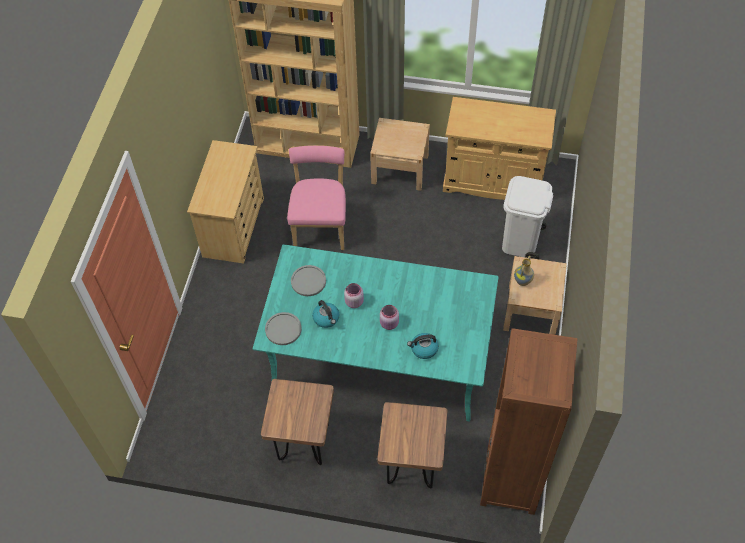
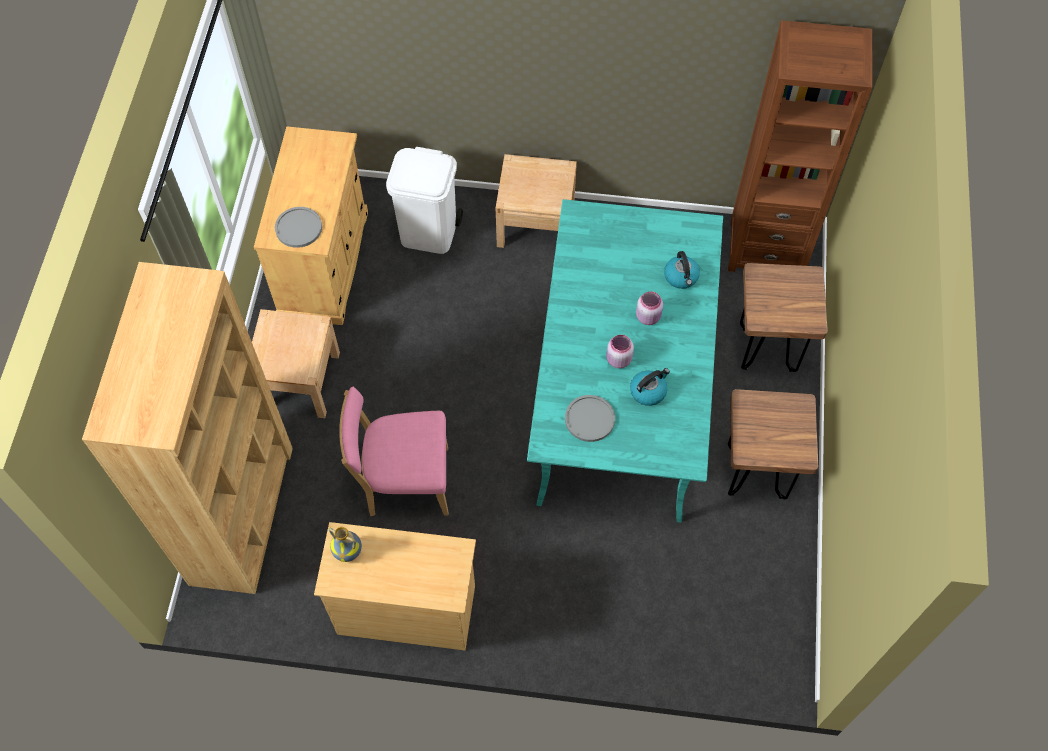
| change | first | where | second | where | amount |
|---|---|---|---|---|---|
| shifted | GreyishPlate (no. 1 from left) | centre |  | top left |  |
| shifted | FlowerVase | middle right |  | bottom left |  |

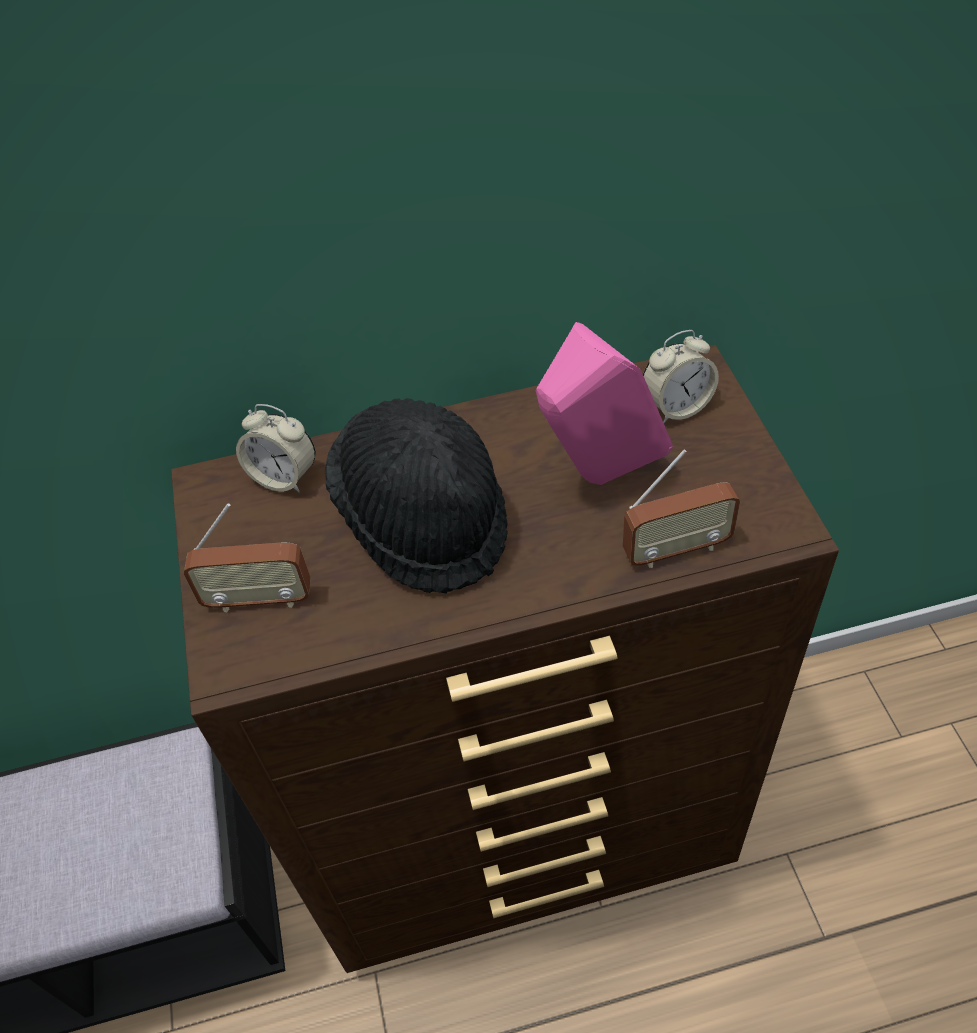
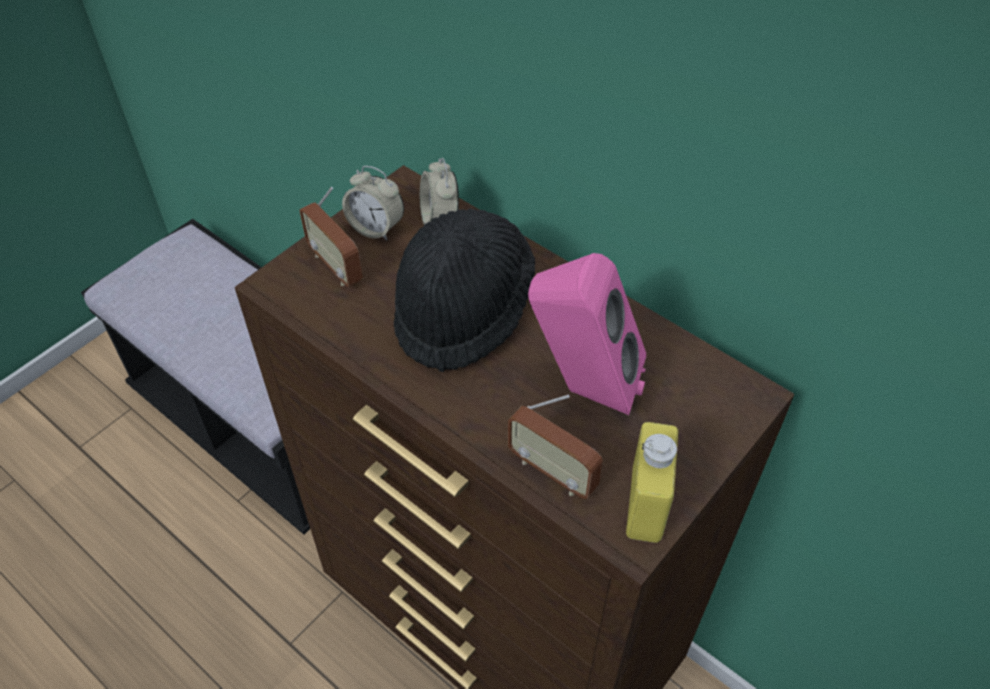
| change | first | where | second | where | amount |
|---|---|---|---|---|---|
| new |  |  | YellowColouredBottle | bottom centre |  |
| shifted | AlarmClock (no. 2 from left in the first image) | middle right | AlarmClock (no. 1 from left) | top centre |  |

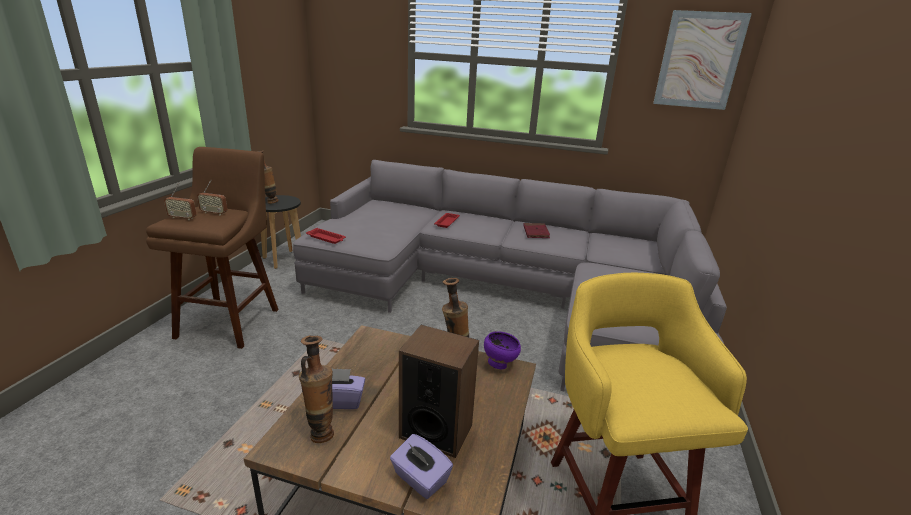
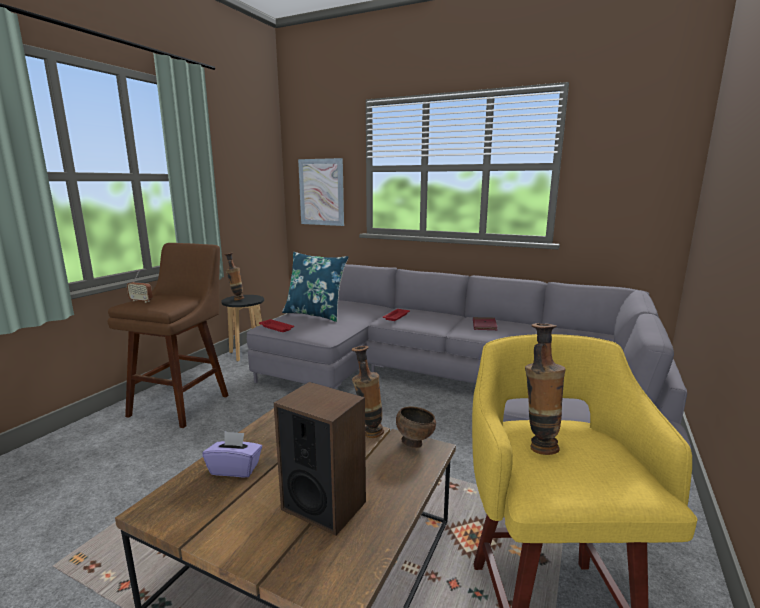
| change | first | where | second | where | amount |
|---|---|---|---|---|---|
| gone | RadioReceiver (no. 2 from left) | middle left |  |  |  |
| gone | PurplishBoxOfTissues (no. 2 from left) | bottom centre |  |  |  |
| new |  |  | BlueColouredThrowPillow | centre |  |
| shifted | FlowerVase (no. 2 from left in the first image) | bottom centre | FlowerVase (no. 3 from left) | middle right |  |
| shifted | Picture | top right |  | top centre |  |
| repainted | PurplishDeepDish | bottom centre | BrownDeepDish | bottom centre |  |

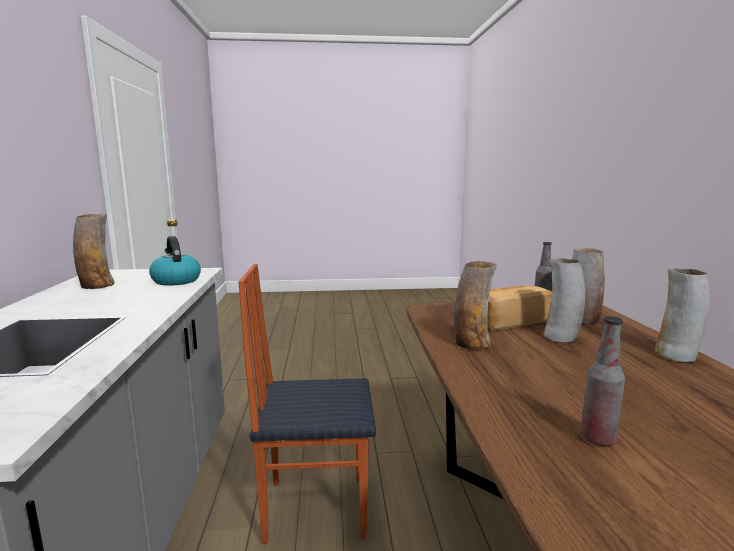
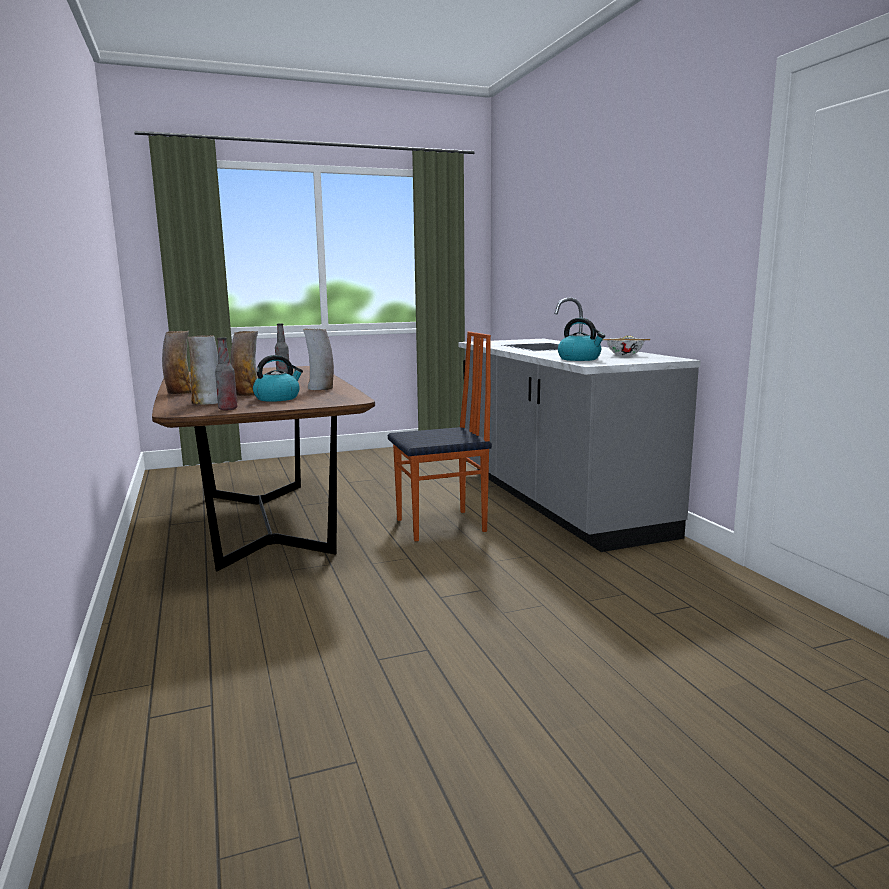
| change | first | where | second | where | amount |
|---|---|---|---|---|---|
| swapped | FlowerVase (no. 1 from left) | middle left | DeepDish | middle right |  |
| swapped | BakeryBread | middle right | TeaKettle (no. 1 from left) | middle left |  |

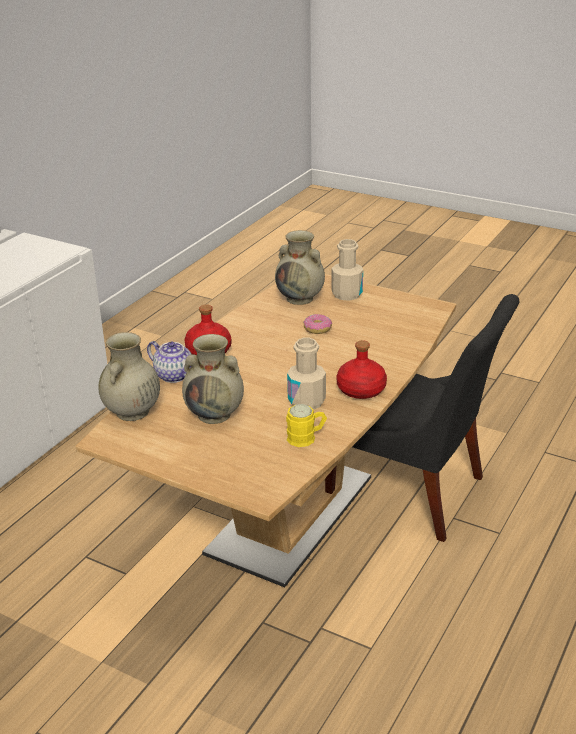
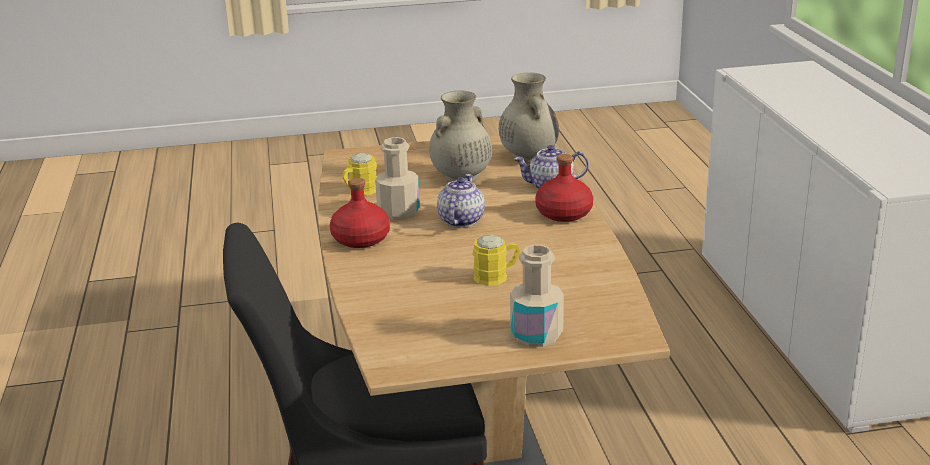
| change | first | where | second | where | amount |
|---|---|---|---|---|---|
| gone | BeigeFlowerVase (no. 3 from left) | centre |  |  |  |
| new |  |  | Teapot (no. 1 from left) | centre |  |
| swapped | Doughnut | centre | YellowColouredMug (no. 2 from left) | centre |  |

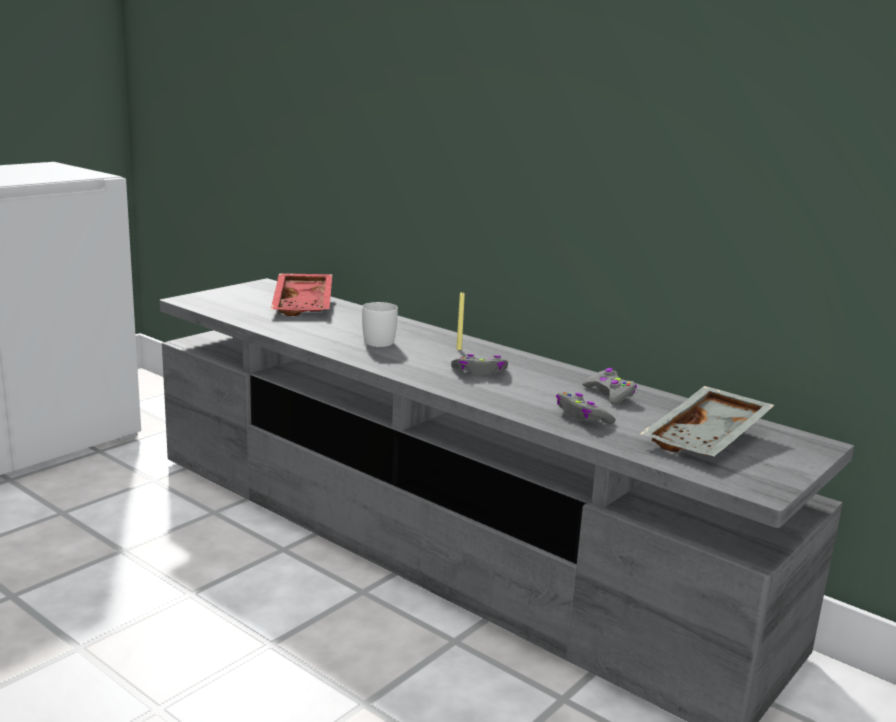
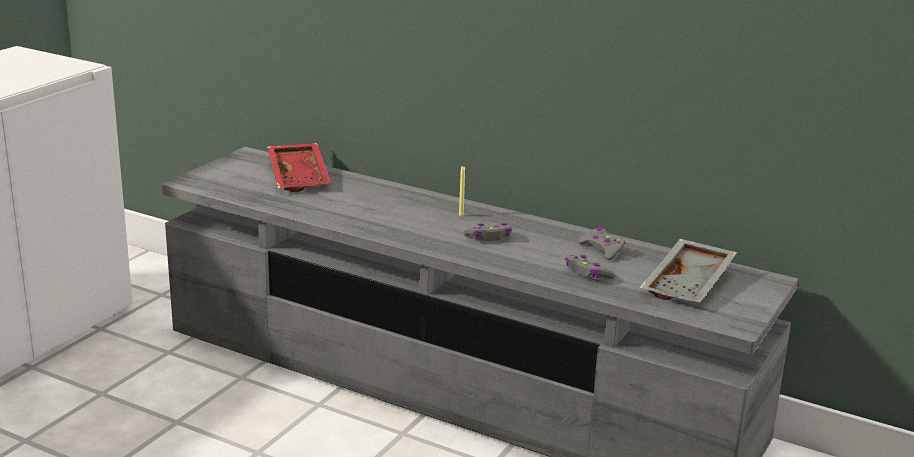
| change | first | where | second | where | amount |
|---|---|---|---|---|---|
| gone | WhiteMug | centre |  |  |  |

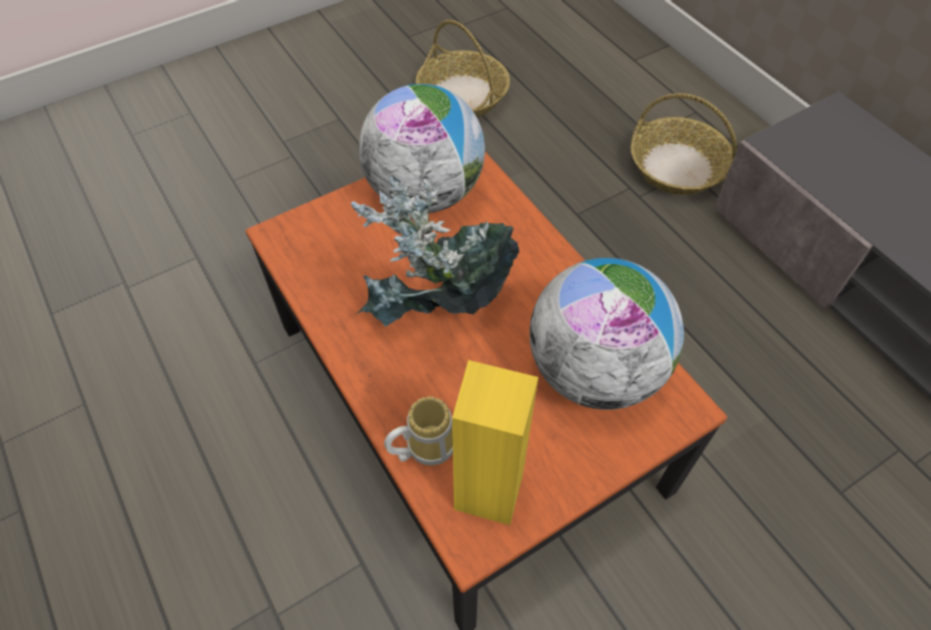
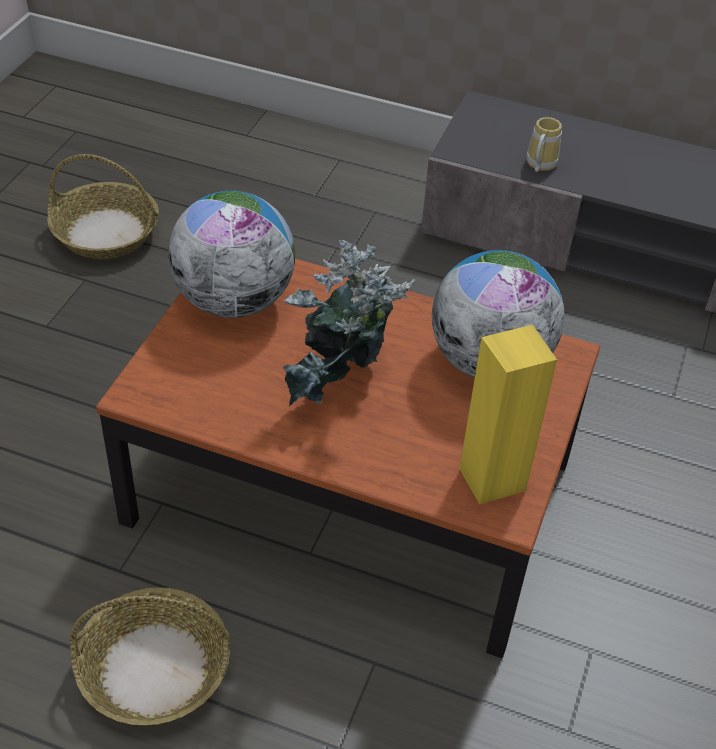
| change | first | where | second | where | amount |
|---|---|---|---|---|---|
| shifted | Mug | bottom centre |  | top right |  |
| shifted | HouseholdBasket (no. 2 from left) | top right |  | bottom left |  |

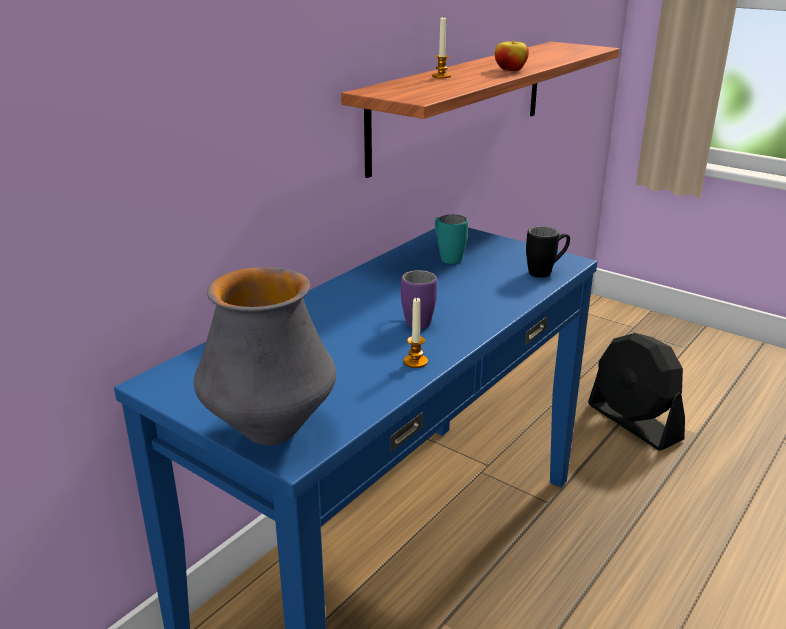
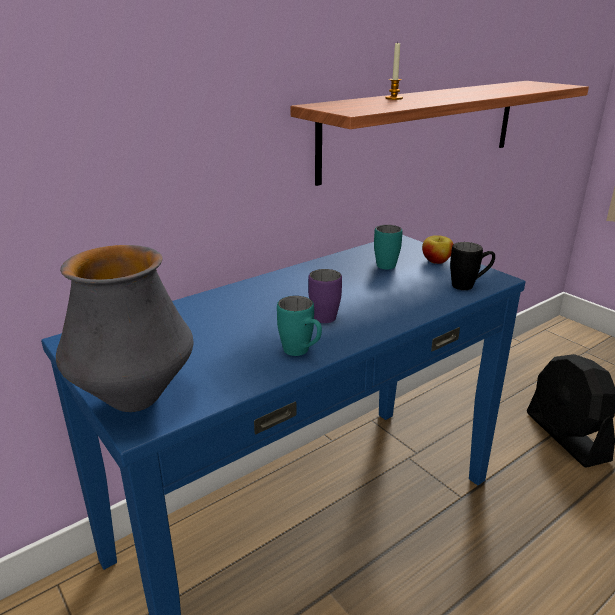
| change | first | where | second | where | amount |
|---|---|---|---|---|---|
| shifted | AppleFruit | top centre |  | middle right |  |
| swapped | WaxLight (no. 1 from left) | centre | BlueGreenMug (no. 1 from left) | centre |  |

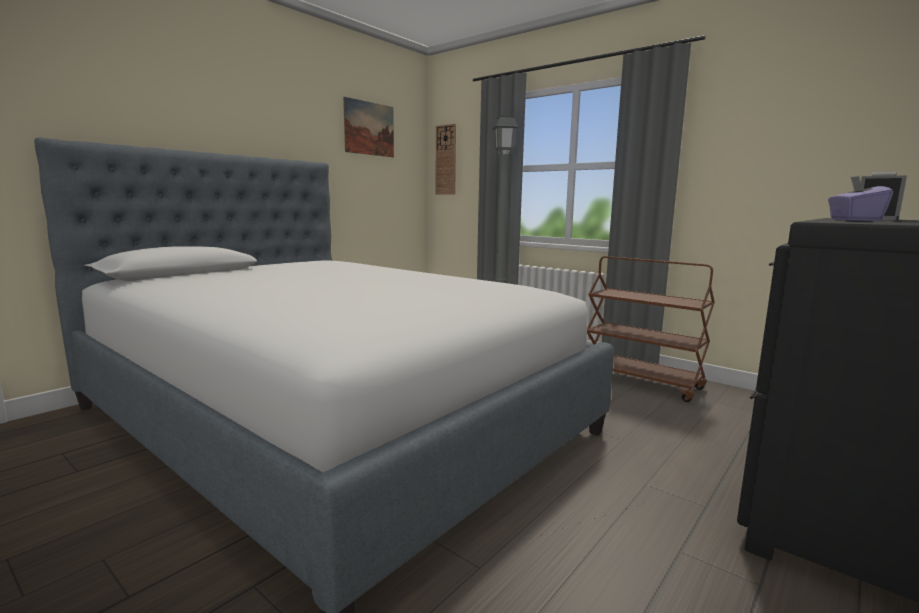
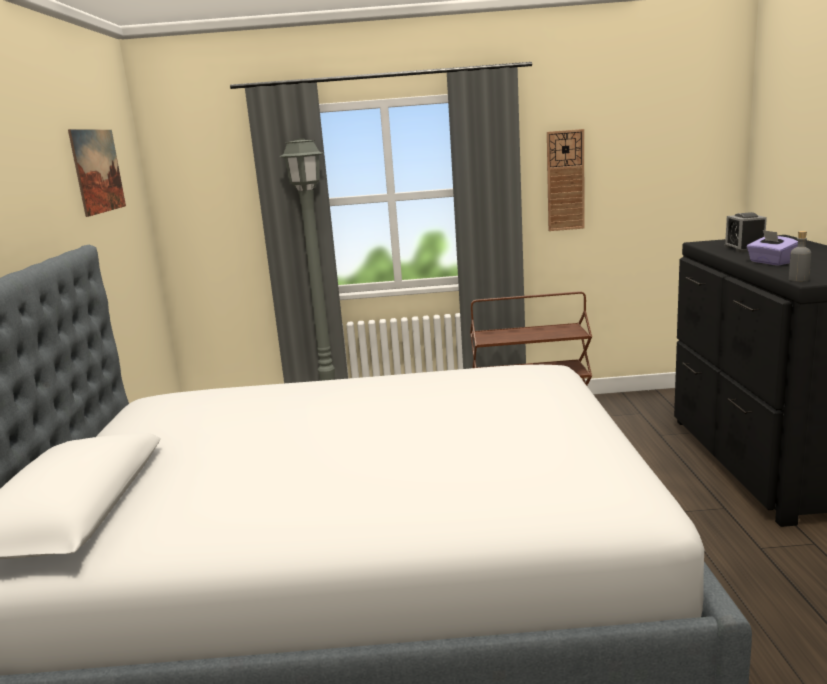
| change | first | where | second | where | amount |
|---|---|---|---|---|---|
| new |  |  | GreyishBottle | middle right |  |
| shifted | ClockOnTheWall | top centre |  | top right |  |

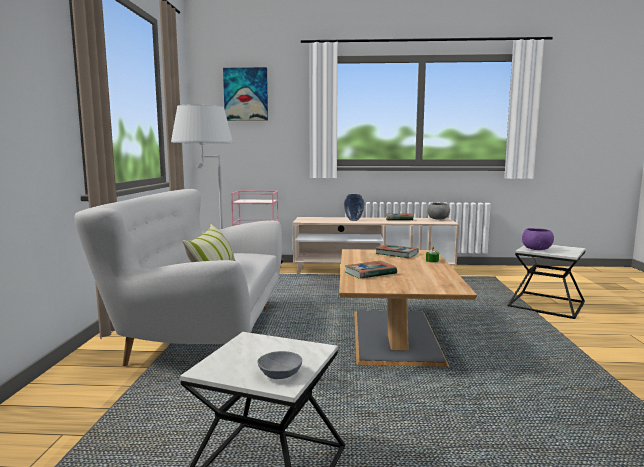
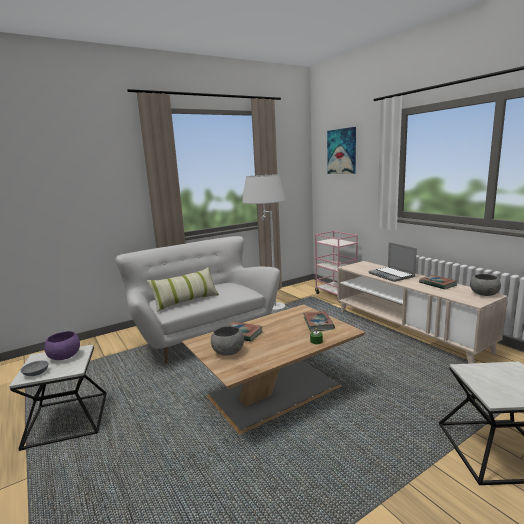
| change | first | where | second | where | amount |
|---|---|---|---|---|---|
| new |  |  | GreyishDeepDish (no. 2 from left) | centre |  |
| shifted | PurplishDeepDish | middle right |  | middle left |  |
| swapped | FlowerVase | centre | Laptop | middle right |  |

